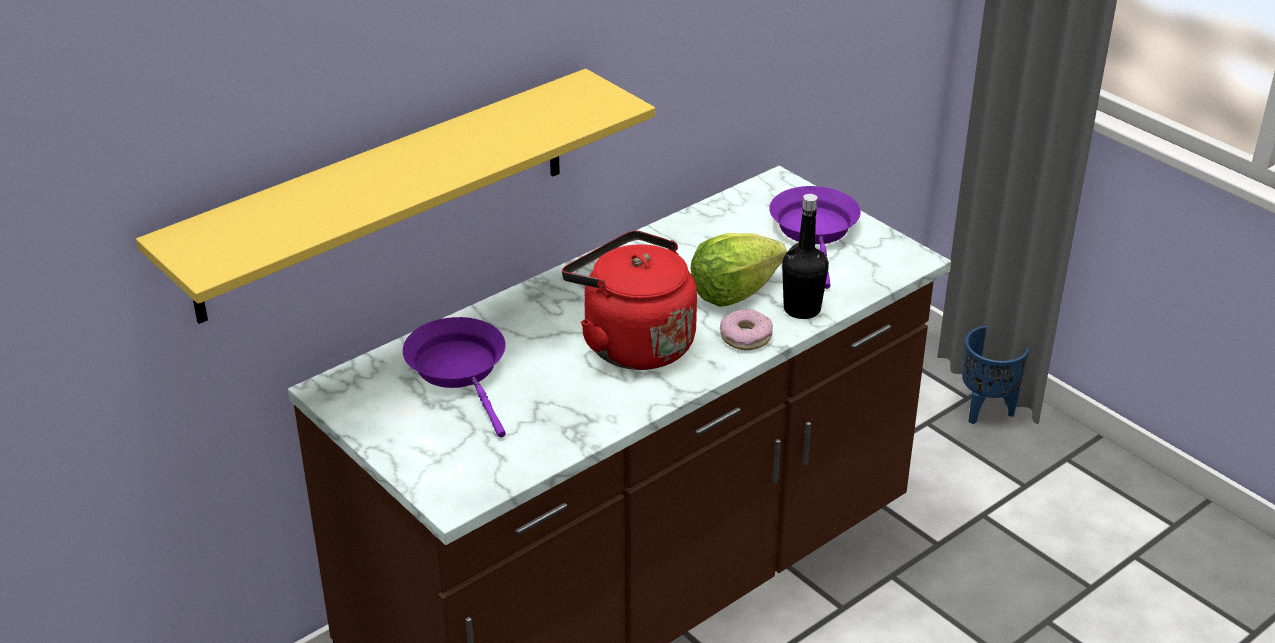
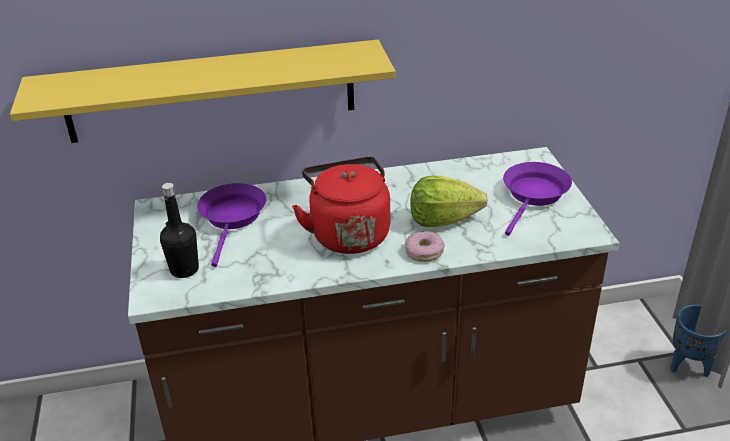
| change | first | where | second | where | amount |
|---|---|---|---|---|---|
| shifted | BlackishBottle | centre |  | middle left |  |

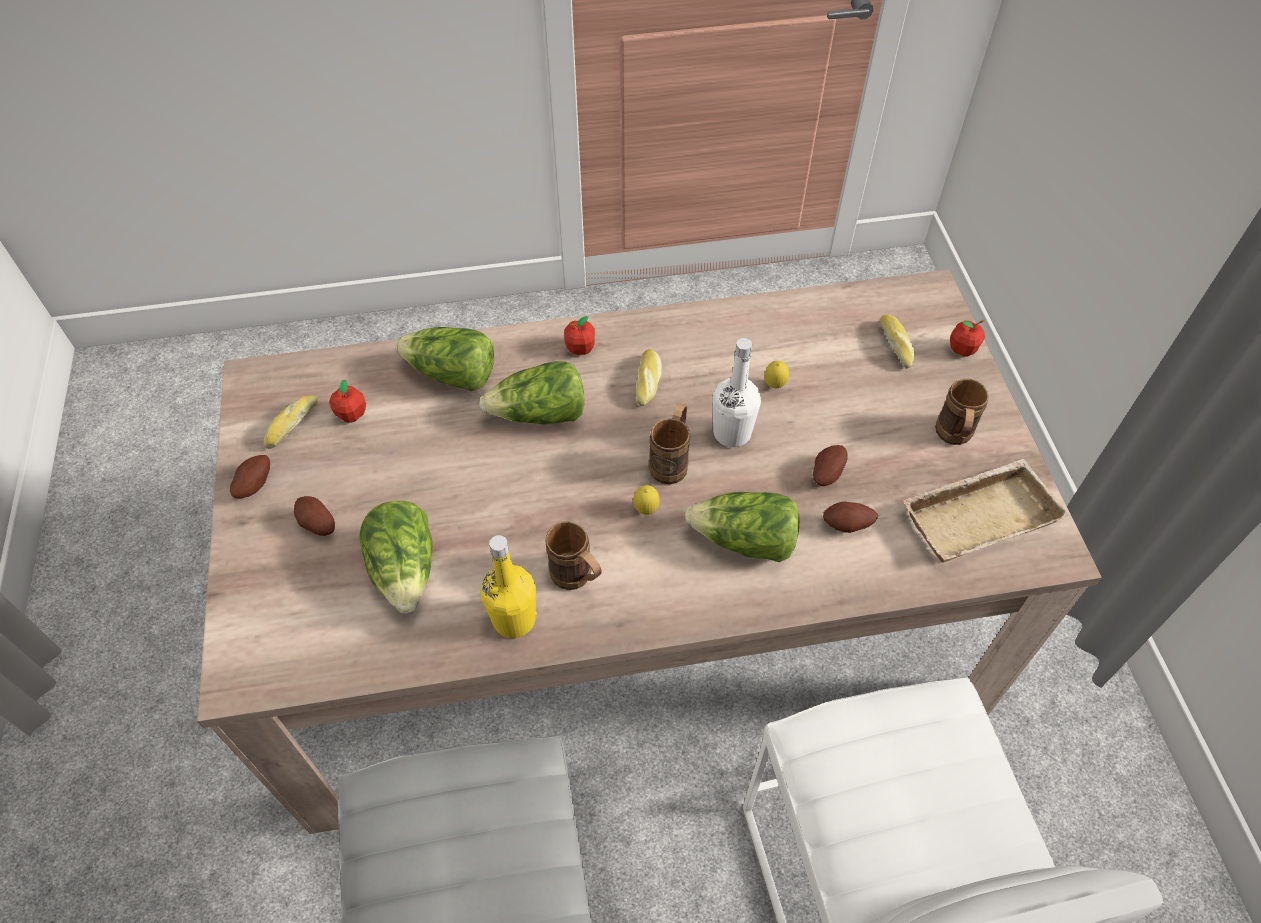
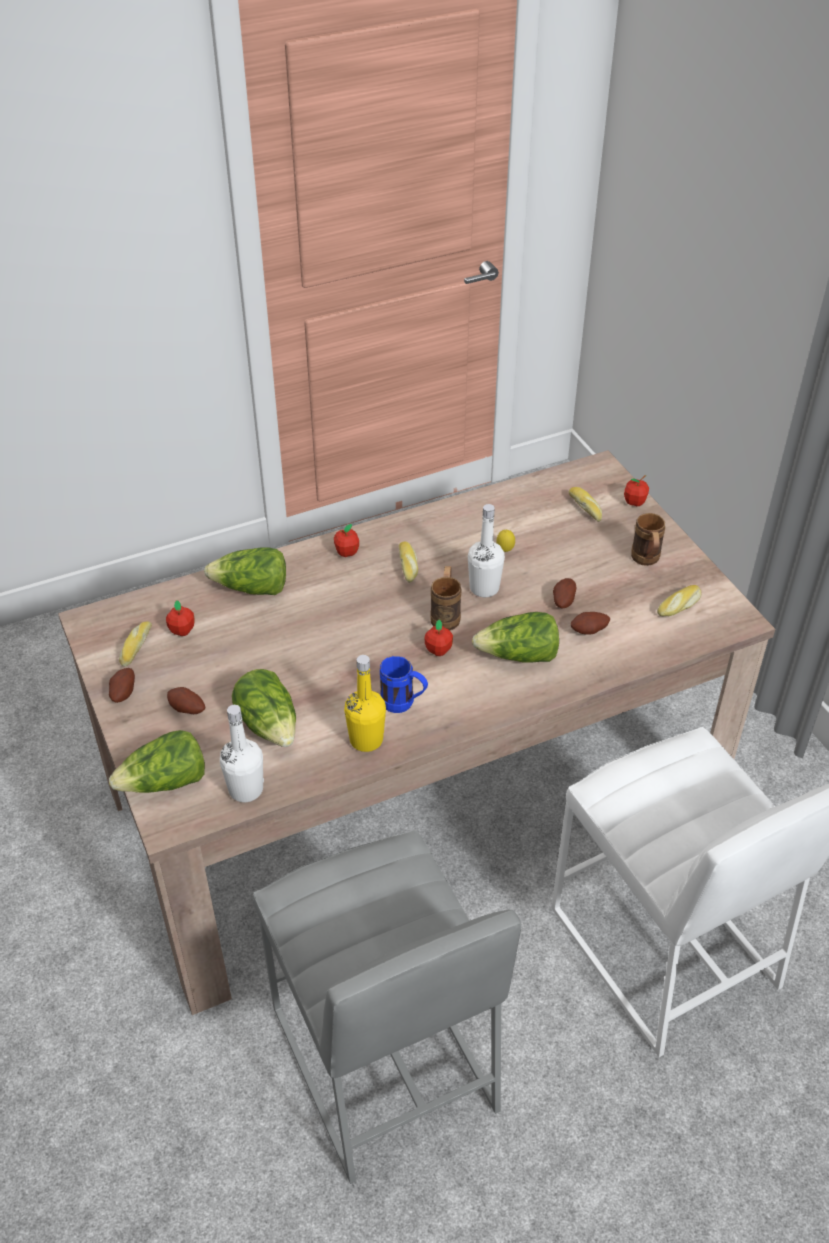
| change | first | where | second | where | amount |
|---|---|---|---|---|---|
| new |  |  | WhiteBottle (no. 1 from left) | middle left |  |
| shifted | Lettuce (no. 3 from left in the first image) | centre | Lettuce (no. 1 from left) | middle left |  |
| swapped | CitrusFruit (no. 1 from left) | centre | AppleFruit (no. 3 from left) | centre |  |
| swapped | BeigeServingTray | middle right | BakeryBread (no. 4 from left) | middle right |  |
| repainted | BrownMug (no. 1 from left) | centre | BlueColouredMug | centre |  |

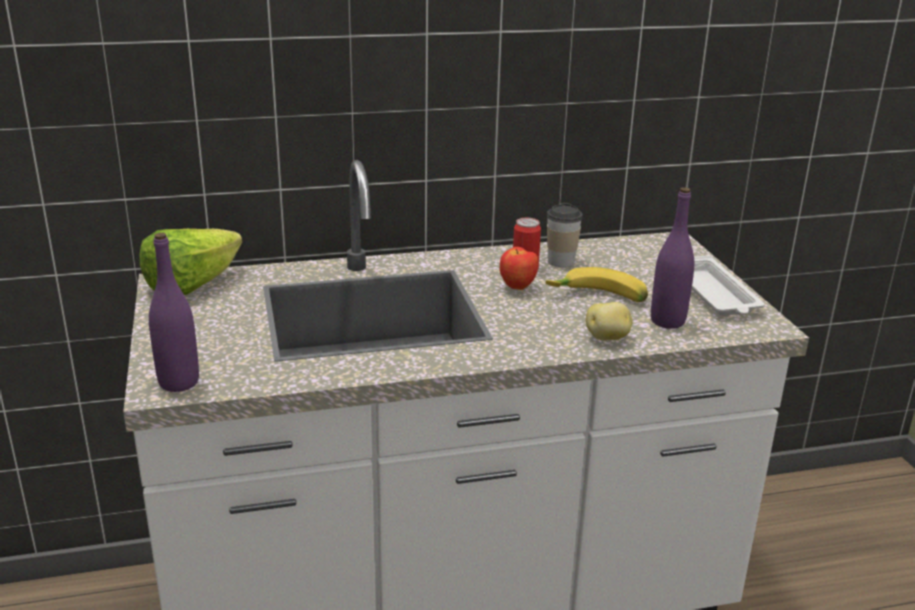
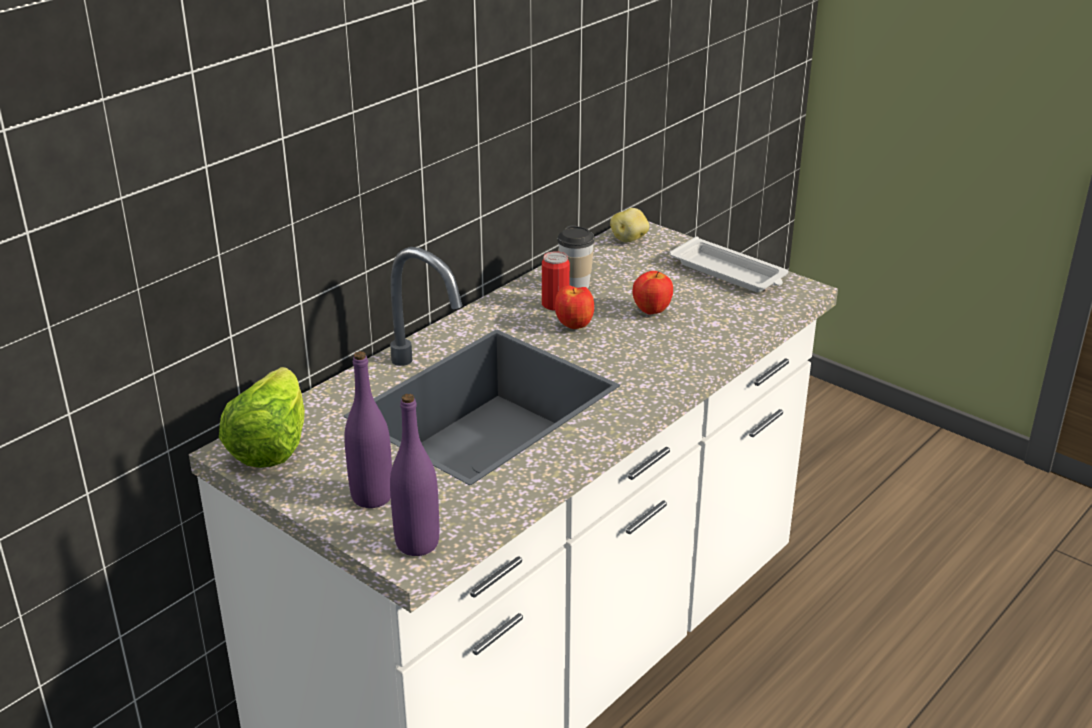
| change | first | where | second | where | amount |
|---|---|---|---|---|---|
| shifted | Spud | centre |  | top centre |  |
| shifted | PurplishBottle (no. 2 from left in the first image) | middle right | PurplishBottle (no. 1 from left) | centre |  |
| swapped | Banana | centre | AppleFruit (no. 2 from left) | centre |  |

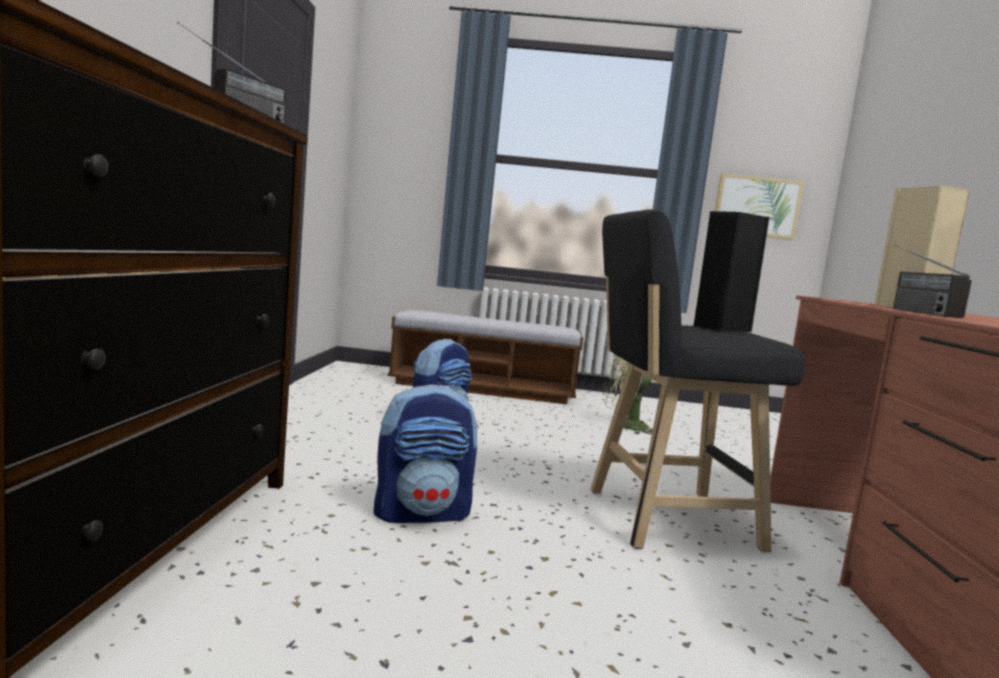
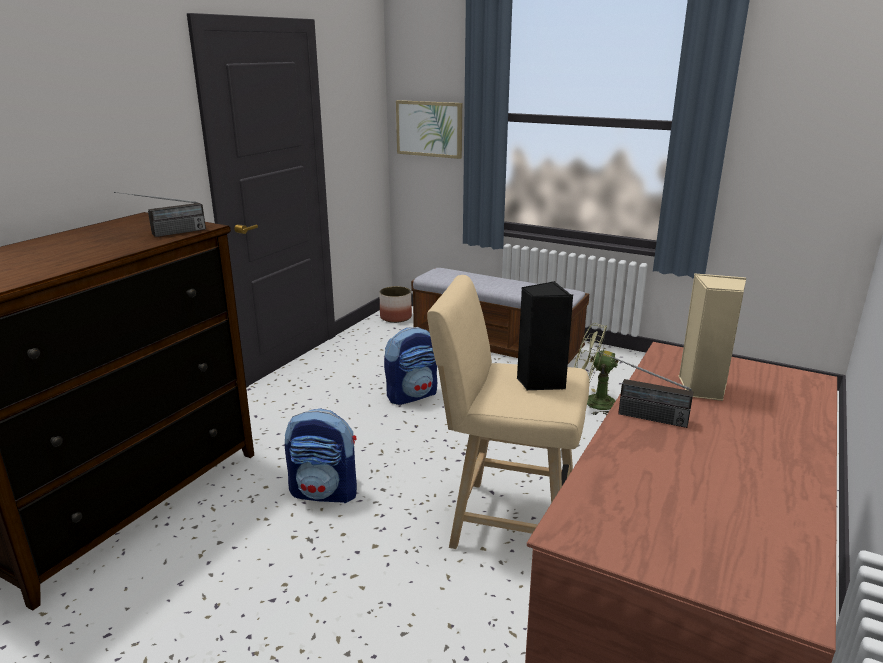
| change | first | where | second | where | amount |
|---|---|---|---|---|---|
| new |  |  | Planter | centre |  |
| shifted | Picture | top right |  | top centre |  |
| repainted | BlackishStool | middle right | BeigeStool | centre |  |
| rotated | RadioReceiver (no. 2 from left) | middle right |  | middle right | 90 degrees counterclockwise |

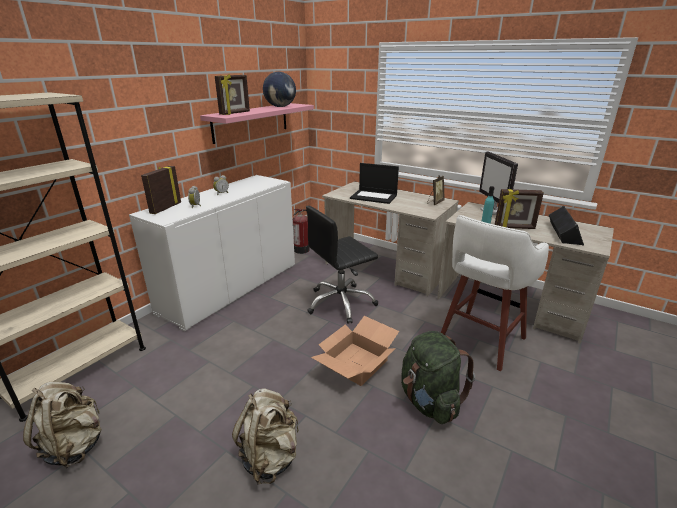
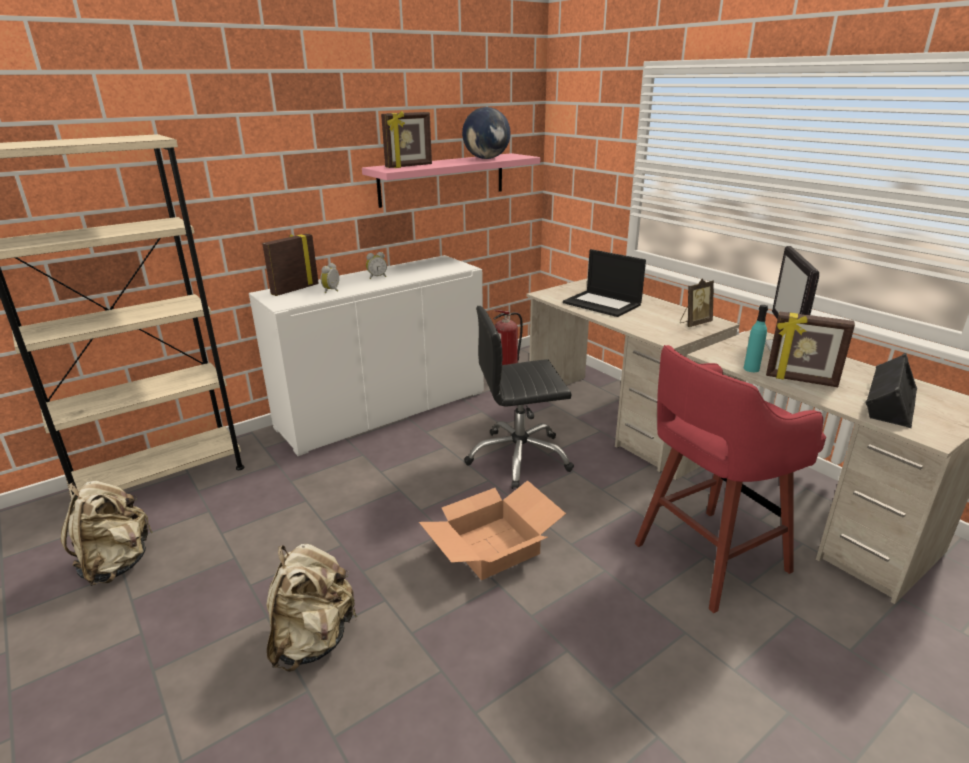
| change | first | where | second | where | amount |
|---|---|---|---|---|---|
| gone | GreenishKnapsack | bottom centre |  |  |  |
| repainted | WhiteStool | middle right | RedStool | middle right |  |

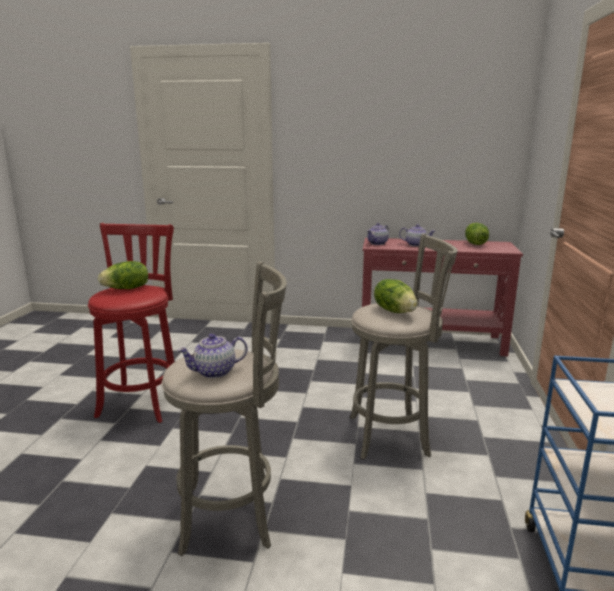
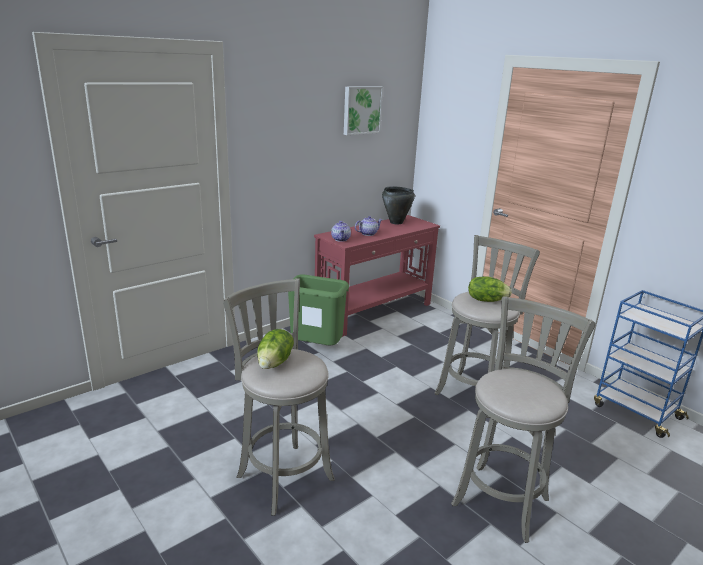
| change | first | where | second | where | amount |
|---|---|---|---|---|---|
| gone | Teapot (no. 1 from left) | centre |  |  |  |
| new |  |  | GreenishTrashCan | centre |  |
| new |  |  | Picture | top centre |  |
| swapped | Lettuce (no. 3 from left) | middle right | BlackishStockpot | centre |  |
| repainted | RedStool | middle left | GreyishStool (no. 1 from left) | bottom centre |  |

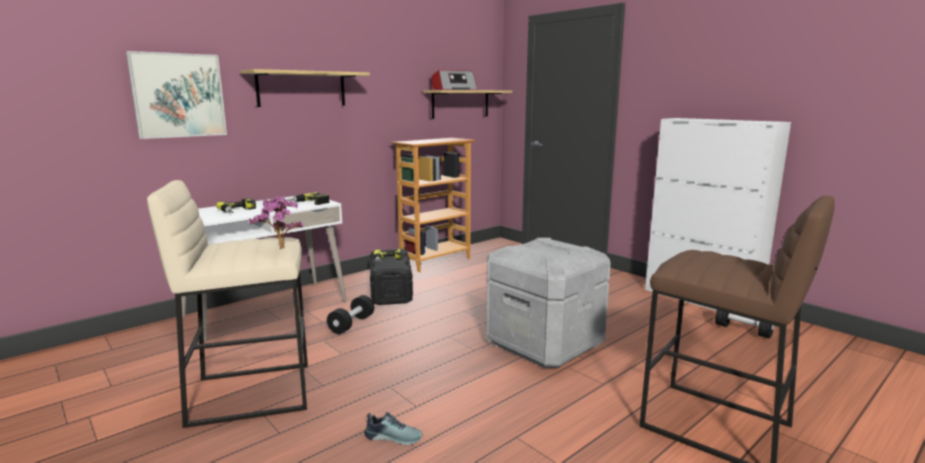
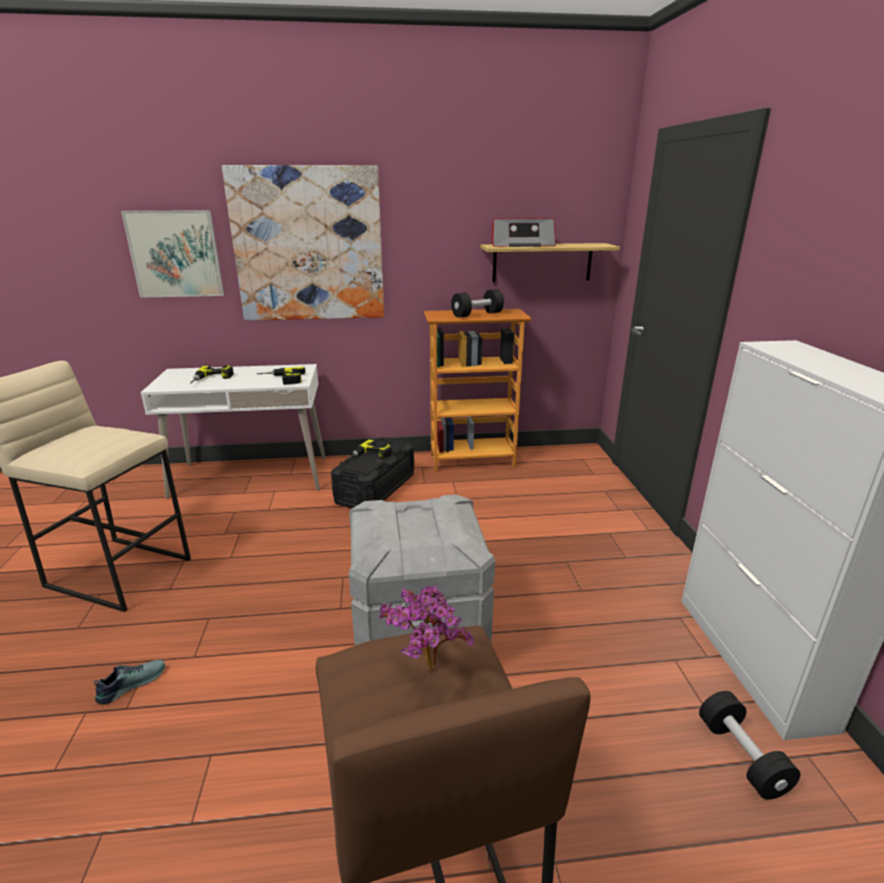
| change | first | where | second | where | amount |
|---|---|---|---|---|---|
| shifted | PlantInAPot | middle left |  | bottom centre |  |
| shifted | BlackishHandWeight (no. 1 from left) | bottom centre |  | centre |  |
| swapped | BracketShelf (no. 1 from left) | top left | Picture (no. 2 from left) | top centre |  |
| rotated | ItemOfFootwear | bottom centre |  | bottom left | 90 degrees counterclockwise |

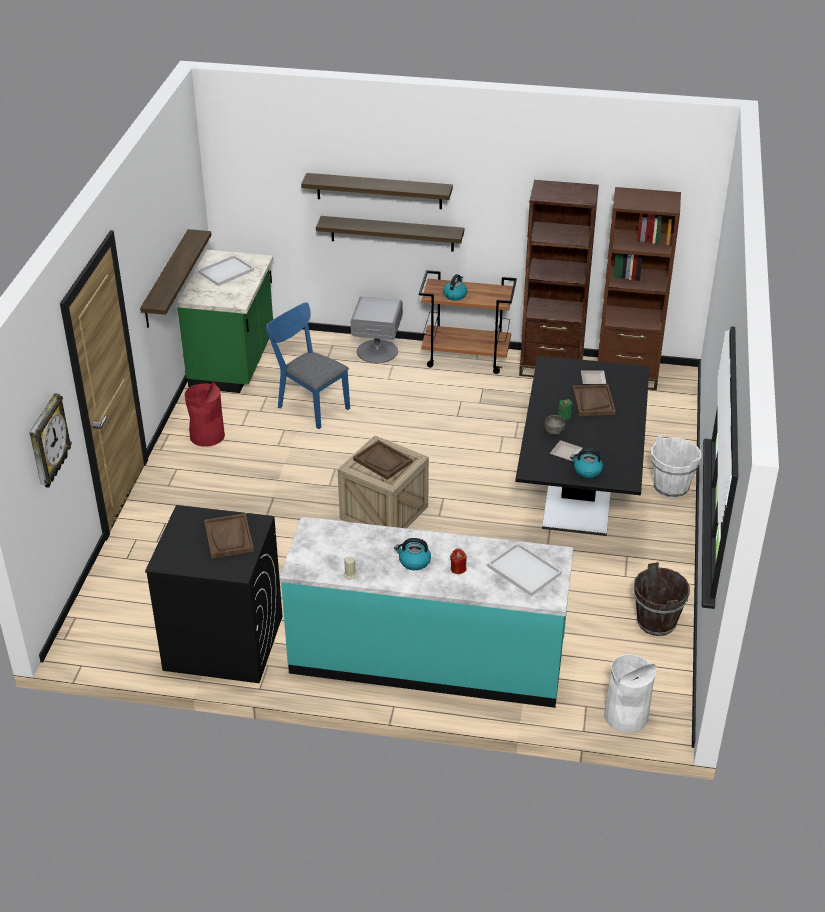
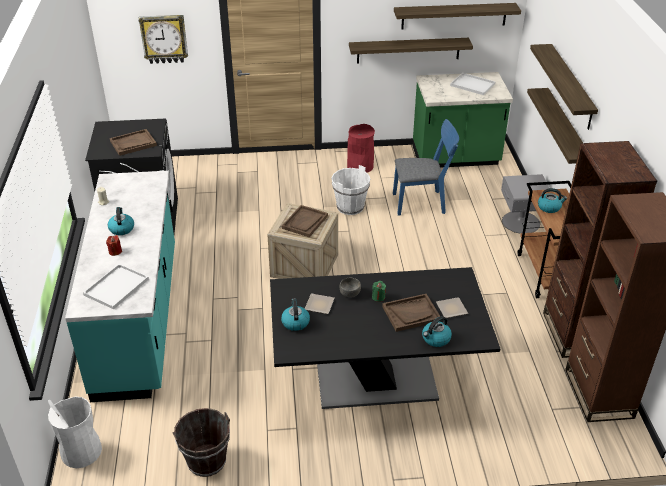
| change | first | where | second | where | amount |
|---|---|---|---|---|---|
| new |  |  | BracketShelf (no. 2 from left) | top right |  |
| new |  |  | TeaKettle (no. 3 from left) | bottom centre |  |
| shifted | WhiteWaterBucket | middle right |  | centre |  |
| rotated | BlueColouredUprightChair | centre |  | centre | 60 degrees clockwise |

